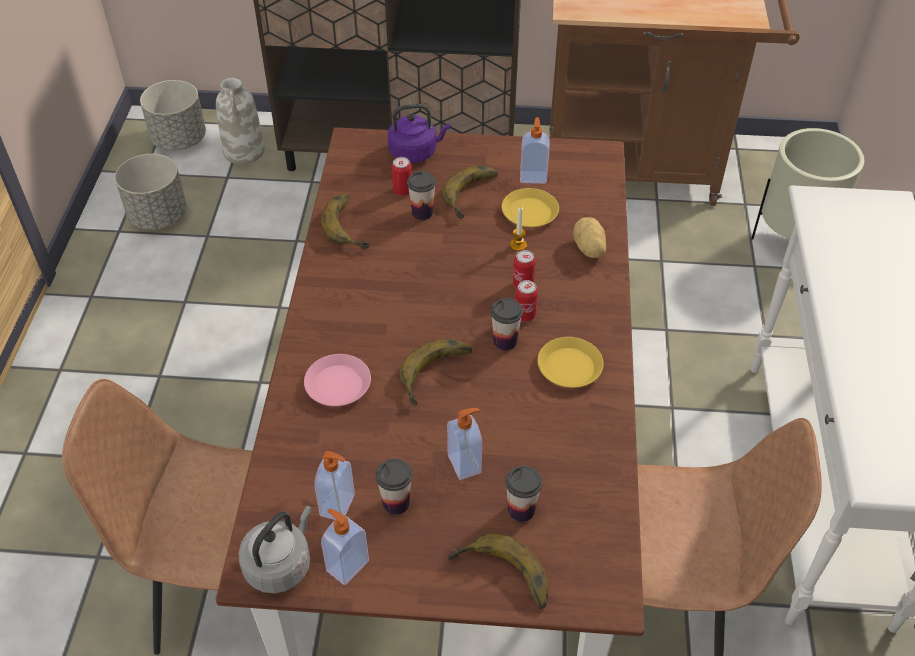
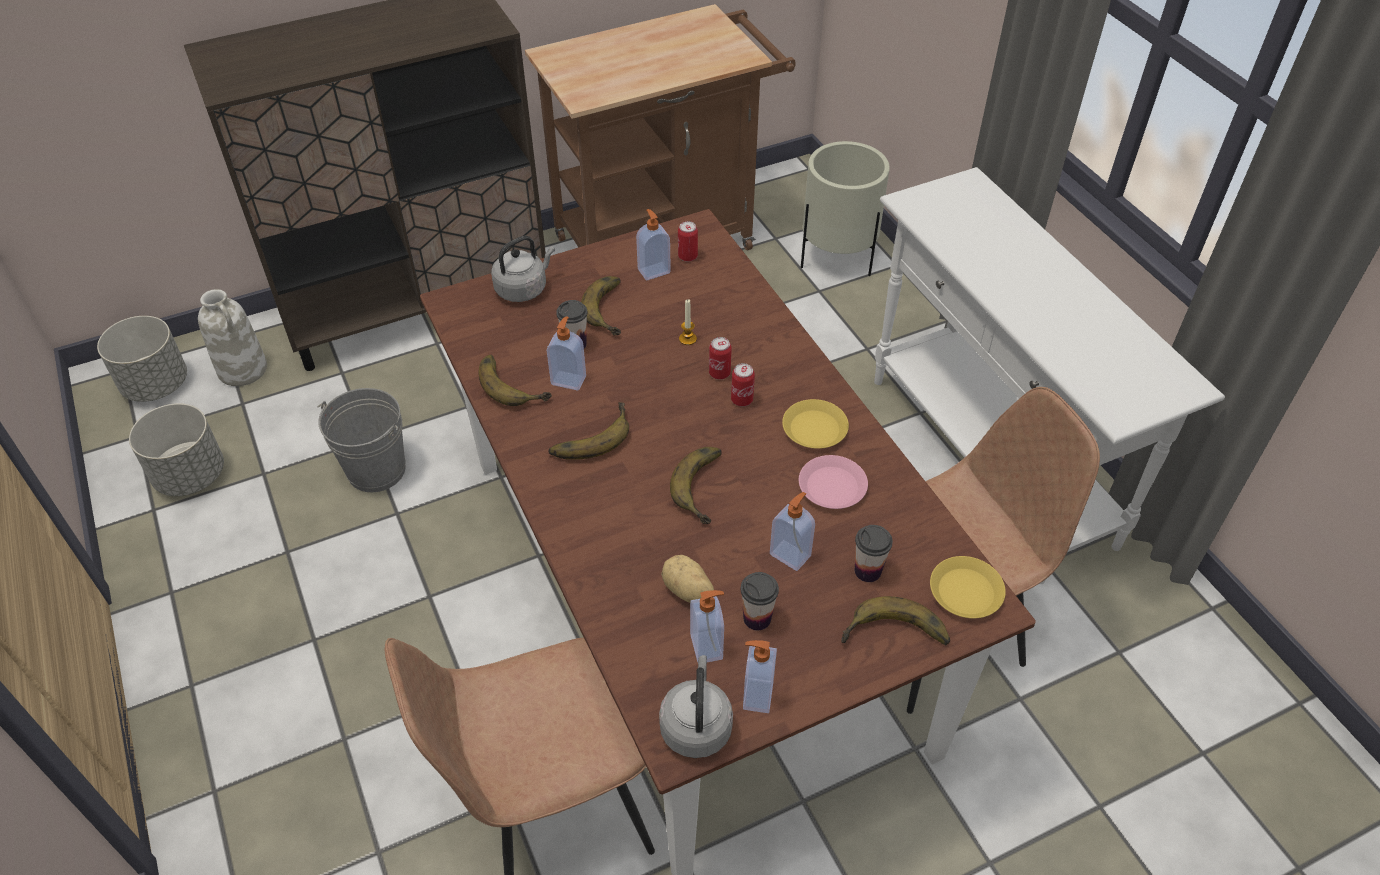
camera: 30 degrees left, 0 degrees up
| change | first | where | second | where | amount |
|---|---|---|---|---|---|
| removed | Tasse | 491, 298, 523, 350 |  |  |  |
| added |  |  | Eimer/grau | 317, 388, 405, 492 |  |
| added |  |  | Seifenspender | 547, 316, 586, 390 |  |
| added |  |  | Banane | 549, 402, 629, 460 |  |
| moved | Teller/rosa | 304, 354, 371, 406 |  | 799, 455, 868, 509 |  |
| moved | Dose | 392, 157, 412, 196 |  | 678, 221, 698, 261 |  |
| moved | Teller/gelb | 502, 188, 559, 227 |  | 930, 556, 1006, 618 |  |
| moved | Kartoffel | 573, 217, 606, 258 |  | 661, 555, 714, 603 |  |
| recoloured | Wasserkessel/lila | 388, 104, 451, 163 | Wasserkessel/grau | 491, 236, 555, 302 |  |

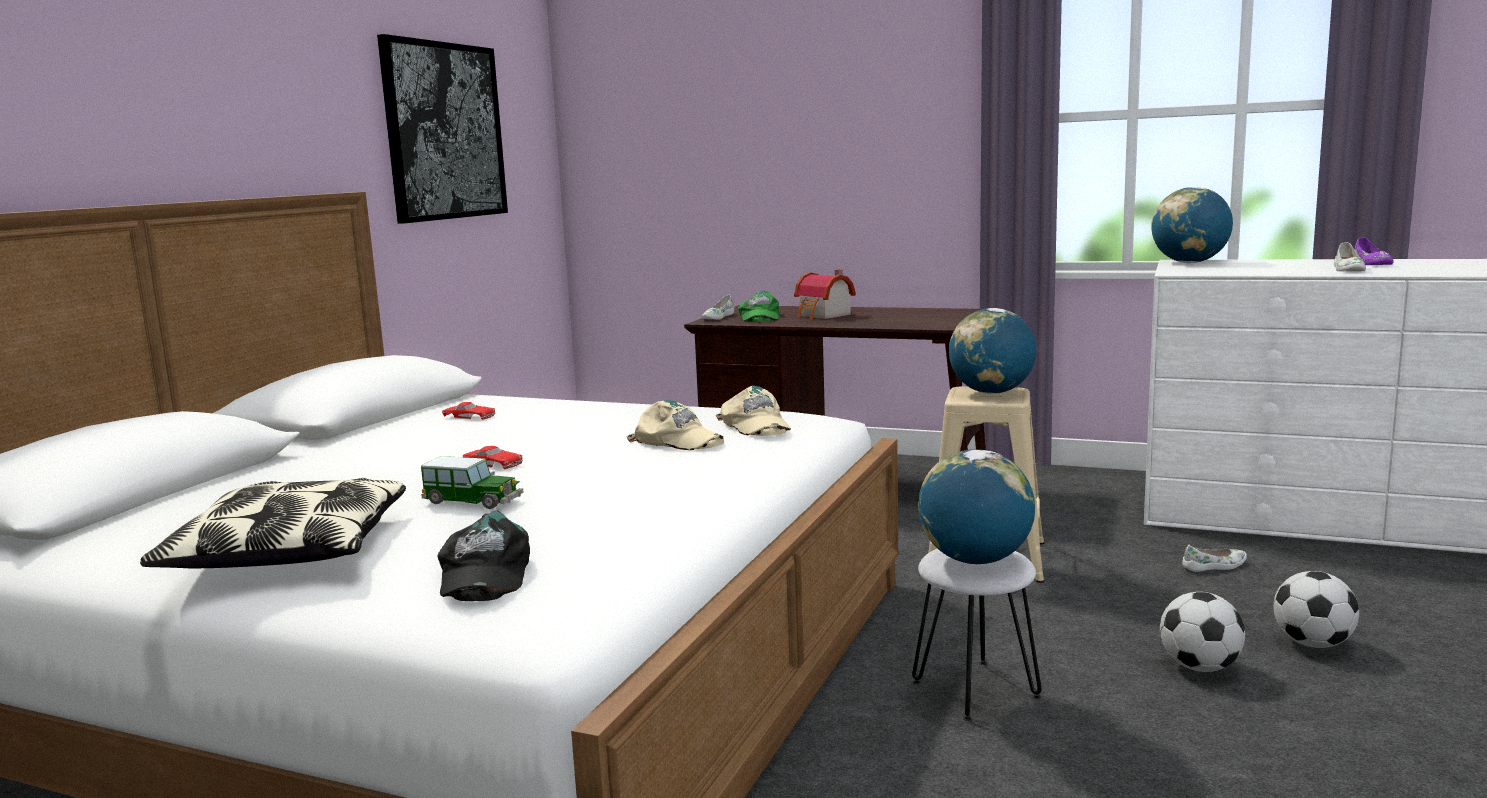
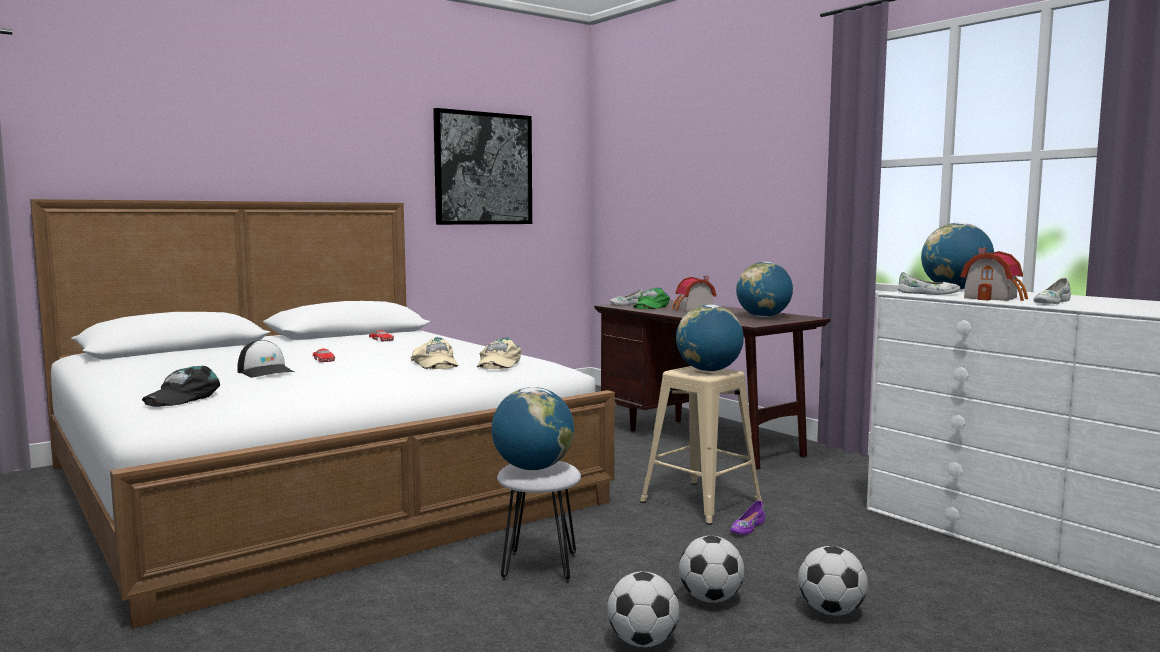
camera: 30 degrees right, 5 degrees down
| change | first | where | second | where | amount |
|---|---|---|---|---|---|
| removed | Kissen | 140, 478, 406, 569 |  |  |  |
| added |  |  | Fußball | 607, 572, 679, 647 |  |
| added |  |  | Globus | 736, 262, 793, 317 |  |
| added |  |  | Spielzeughaus | 961, 248, 1028, 301 |  |
| moved | Schuh/weiß | 1182, 545, 1247, 572 |  | 897, 272, 960, 295 |  |
| moved | Schuh/lila | 1354, 237, 1393, 265 |  | 730, 500, 765, 535 |  |
| replaced | Spielzeugauto | 421, 456, 524, 509 | Kappe | 237, 340, 294, 378 |  |

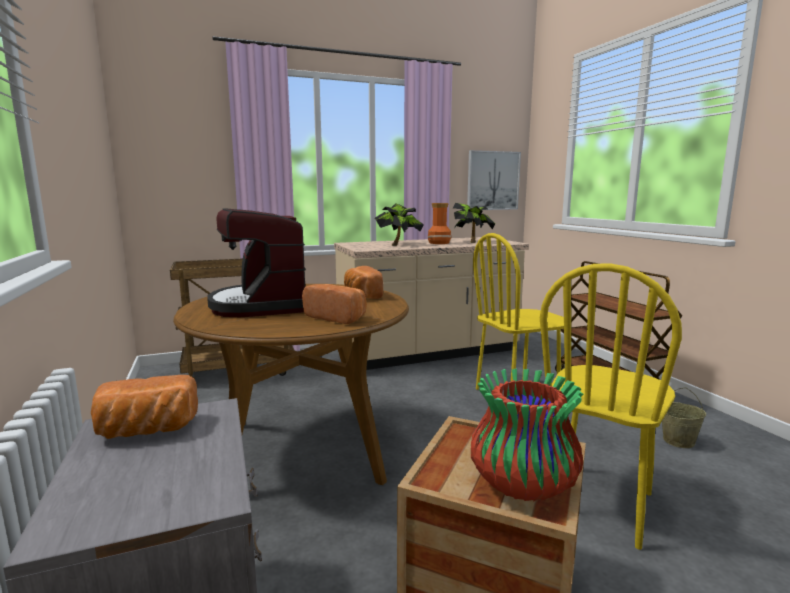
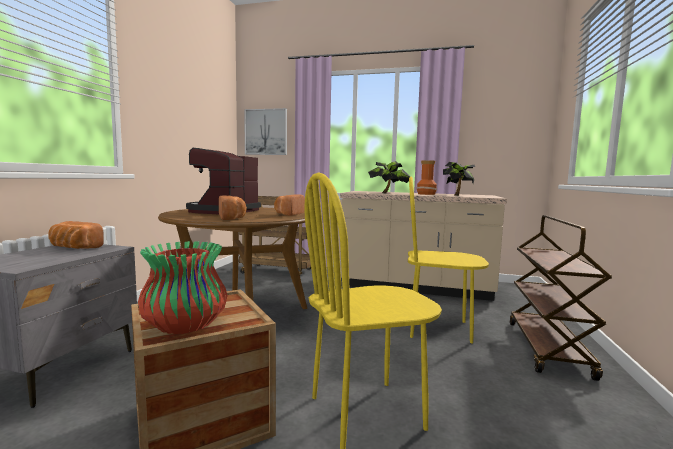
camera: 35 degrees right, 5 degrees down
| change | first | where | second | where | amount |
|---|---|---|---|---|---|
| removed | Eimer/beige | 662, 387, 706, 448 |  |  |  |
| moved | Bild | 467, 150, 521, 210 |  | 244, 108, 287, 155 |  |

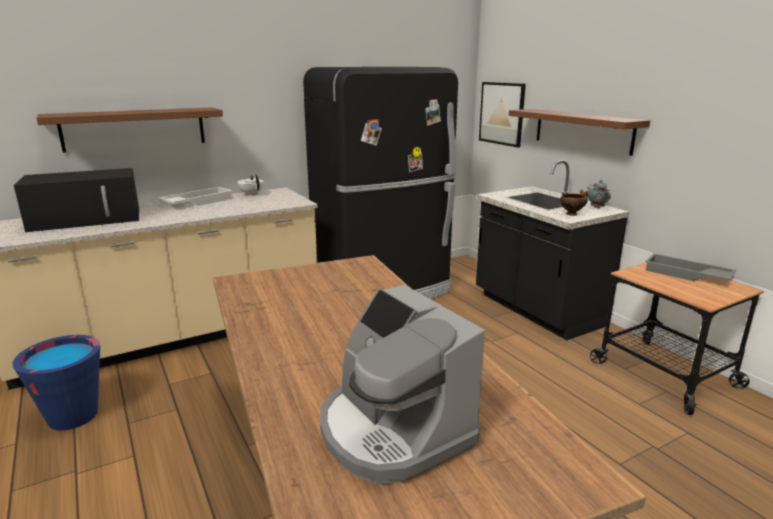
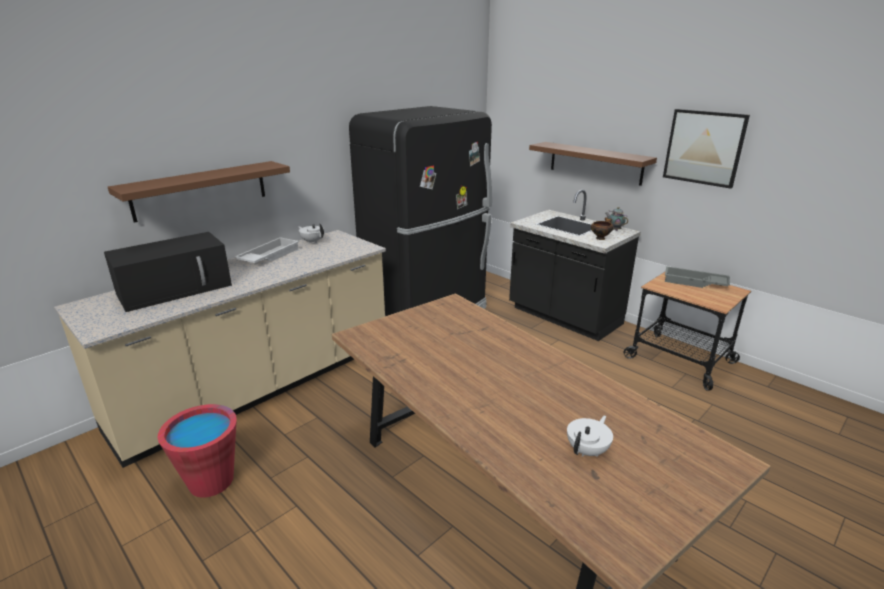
camera: 15 degrees left, 5 degrees up
| change | first | where | second | where | amount |
|---|---|---|---|---|---|
| moved | Bild | 479, 82, 526, 148 |  | 663, 109, 750, 189 |  |
| replaced | Kaffeemaschine | 320, 285, 485, 484 | Teekanne/weiß | 567, 416, 613, 457 |  |
| recoloured | Eimer/blau | 12, 335, 100, 431 | Eimer/rot | 158, 404, 237, 497 |  |

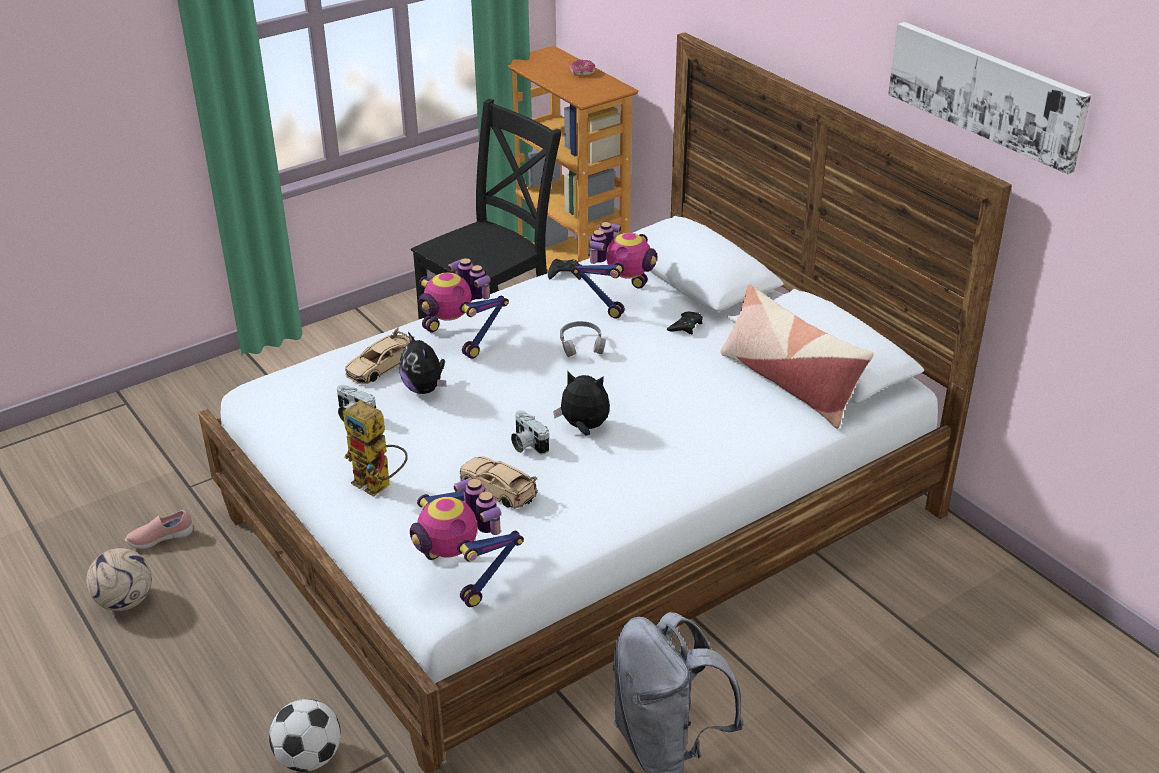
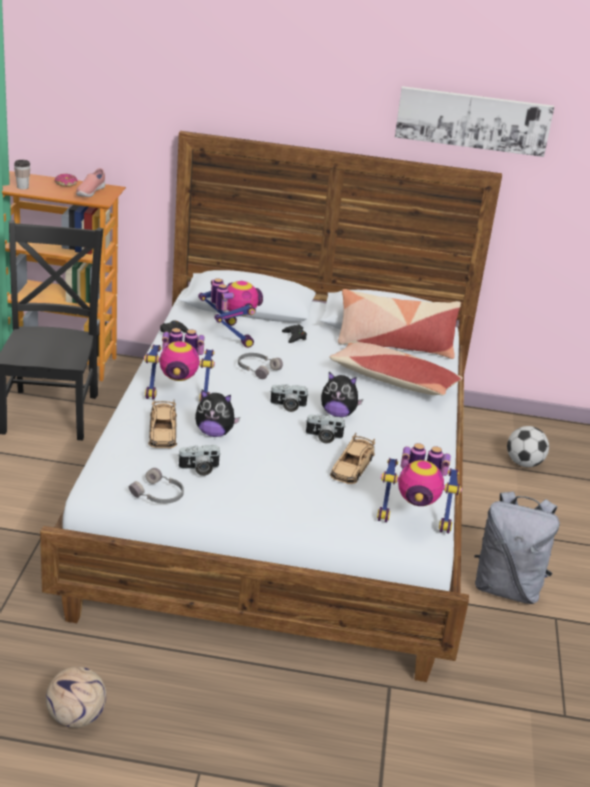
camera: 50 degrees left, 5 degrees down
| change | first | where | second | where | amount |
|---|---|---|---|---|---|
| removed | Spielzeugroboter | 343, 400, 408, 497 |  |  |  |
| added |  |  | Tasse | 14, 160, 30, 189 |  |
| added |  |  | Kopfhörer/grau | 129, 468, 184, 504 |  |
| added |  |  | Kamera | 270, 384, 309, 412 |  |
| added |  |  | Kissen | 329, 342, 463, 395 |  |
| moved | Schuh/rosa | 125, 510, 193, 549 |  | 76, 168, 105, 197 |  |
| moved | Fußball | 269, 699, 341, 772 |  | 507, 426, 549, 467 |  |
| turned | Spielzeugauto/beige | 460, 456, 538, 509 |  | 330, 433, 376, 484 | 60 degrees counterclockwise |
| turned | Plüschtier | 553, 370, 610, 435 |  | 321, 372, 363, 417 | 135 degrees counterclockwise |

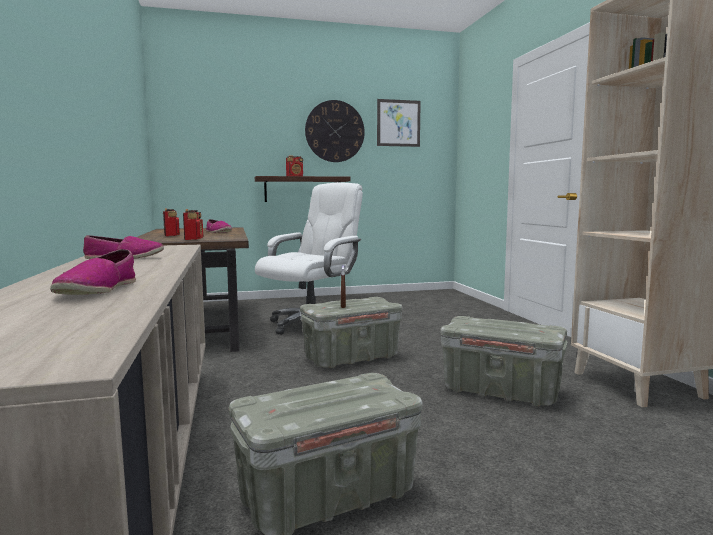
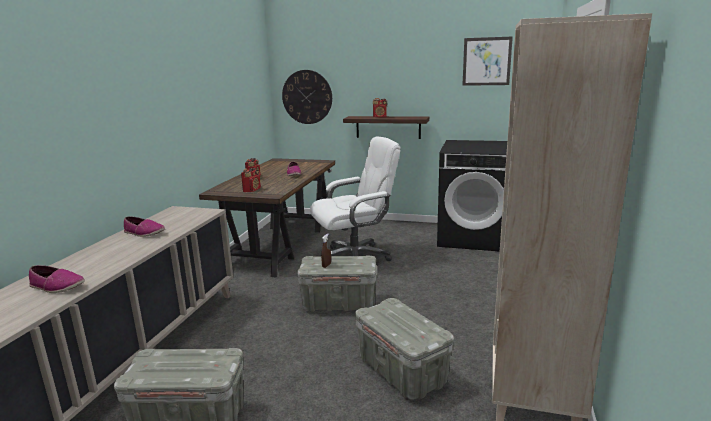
camera: 30 degrees right, 10 degrees up
| change | first | where | second | where | amount |
|---|---|---|---|---|---|
| added |  |  | Waschmaschine/schwarz | 437, 140, 507, 252 |  |
| moved | Wanduhr | 305, 100, 365, 162 |  | 282, 70, 332, 124 |  |
| turned | Schuh | 50, 249, 136, 295 |  | 29, 265, 85, 293 | 105 degrees counterclockwise |

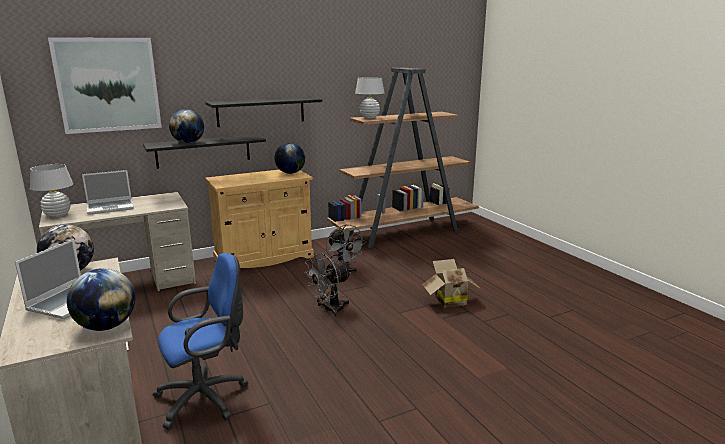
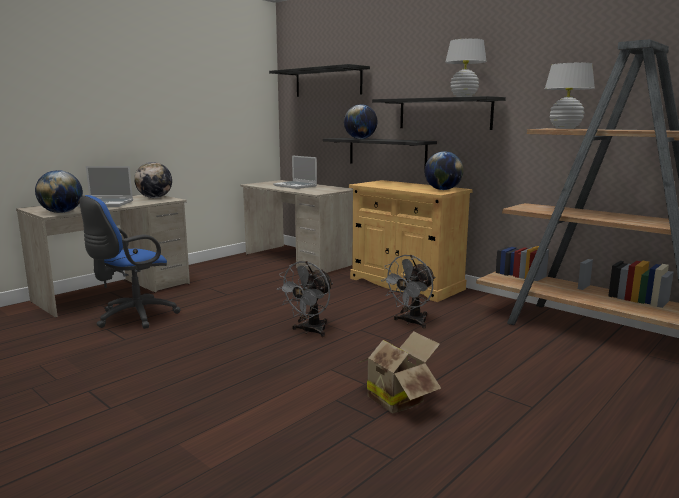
camera: 70 degrees right, 5 degrees down
| change | first | where | second | where | amount |
|---|---|---|---|---|---|
| moved | Tischlampe/weiß | 30, 164, 73, 218 |  | 445, 38, 487, 97 |  |
| replaced | Bild | 48, 37, 162, 134 | Wandregal/schwarz | 269, 64, 370, 97 |  |
| turned | Bürostuhl/blau | 153, 253, 248, 430 |  | 80, 195, 180, 329 | 90 degrees clockwise |
| turned | Ventilator/grau | 304, 253, 351, 317 |  | 277, 261, 333, 337 | 90 degrees counterclockwise |

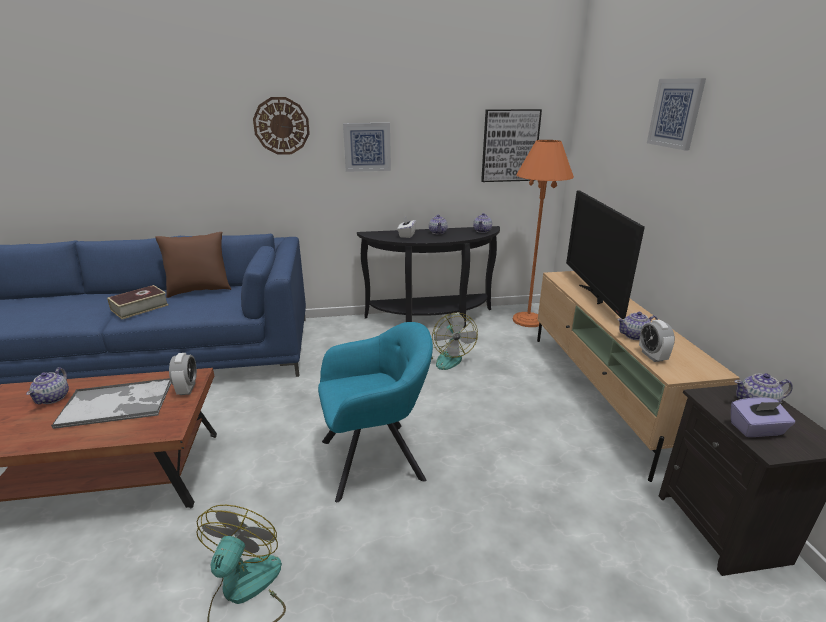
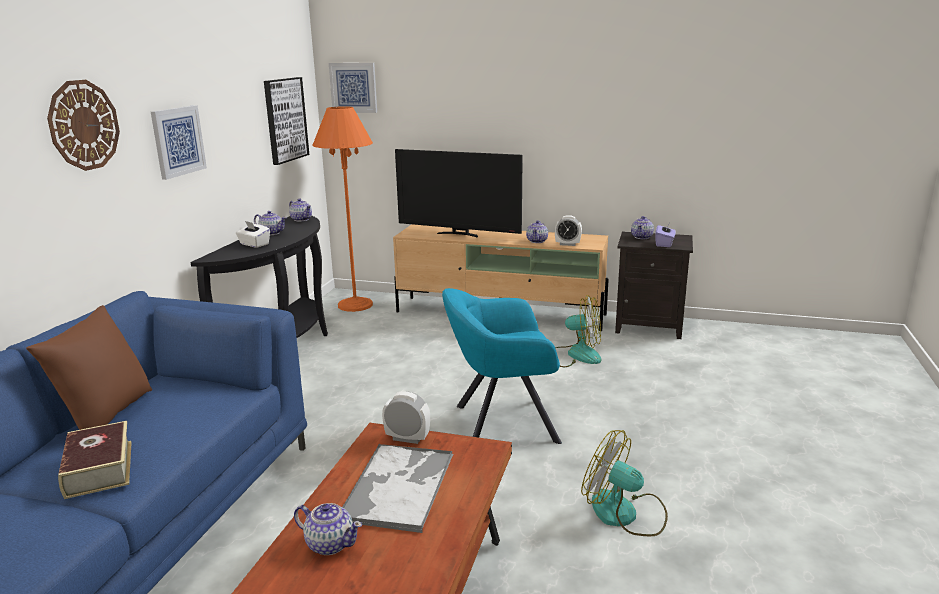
camera: 65 degrees left, 5 degrees down
| change | first | where | second | where | amount |
|---|---|---|---|---|---|
| moved | Ventilator | 431, 313, 478, 370 |  | 555, 295, 601, 367 |  |
| moved | Bild | 647, 78, 706, 150 |  | 329, 63, 377, 113 |  |
| turned | Sessel/türkis | 318, 322, 433, 502 |  | 442, 288, 562, 444 | 105 degrees counterclockwise |

